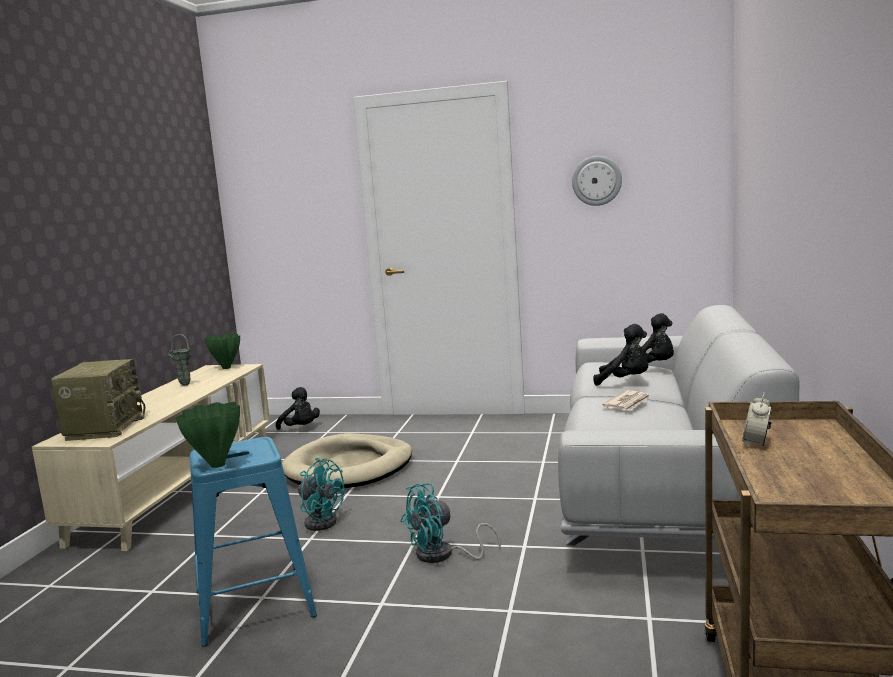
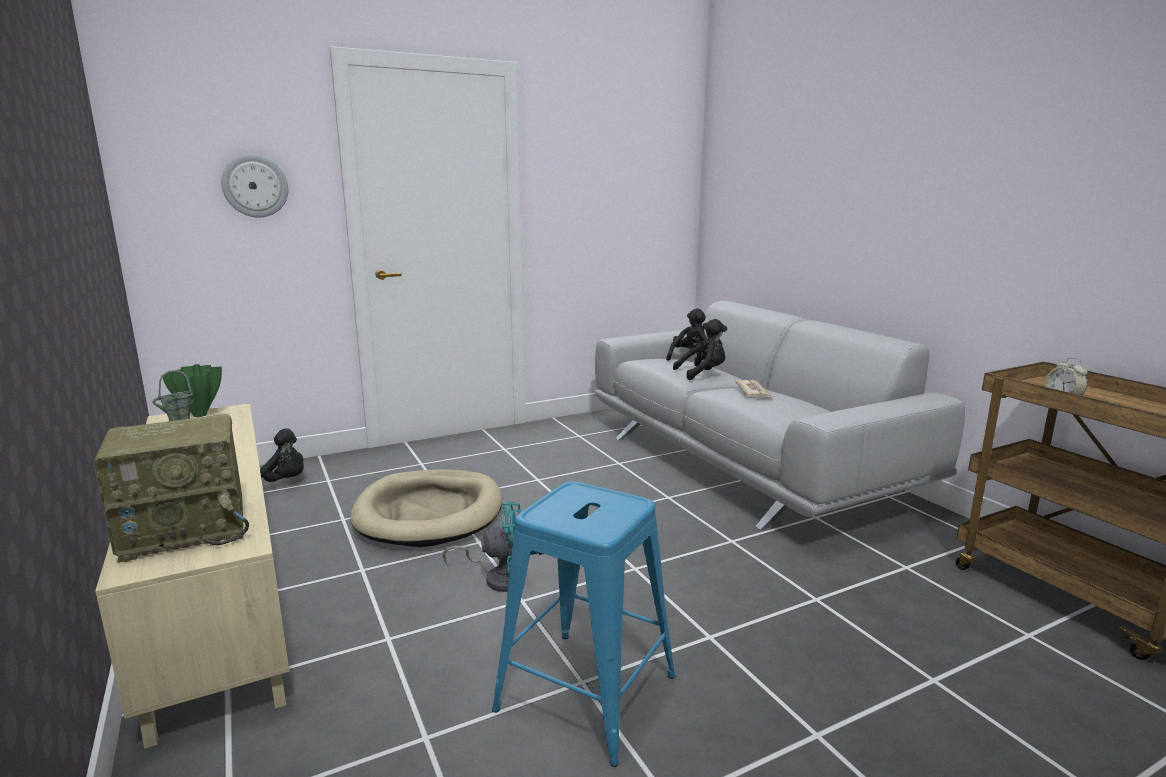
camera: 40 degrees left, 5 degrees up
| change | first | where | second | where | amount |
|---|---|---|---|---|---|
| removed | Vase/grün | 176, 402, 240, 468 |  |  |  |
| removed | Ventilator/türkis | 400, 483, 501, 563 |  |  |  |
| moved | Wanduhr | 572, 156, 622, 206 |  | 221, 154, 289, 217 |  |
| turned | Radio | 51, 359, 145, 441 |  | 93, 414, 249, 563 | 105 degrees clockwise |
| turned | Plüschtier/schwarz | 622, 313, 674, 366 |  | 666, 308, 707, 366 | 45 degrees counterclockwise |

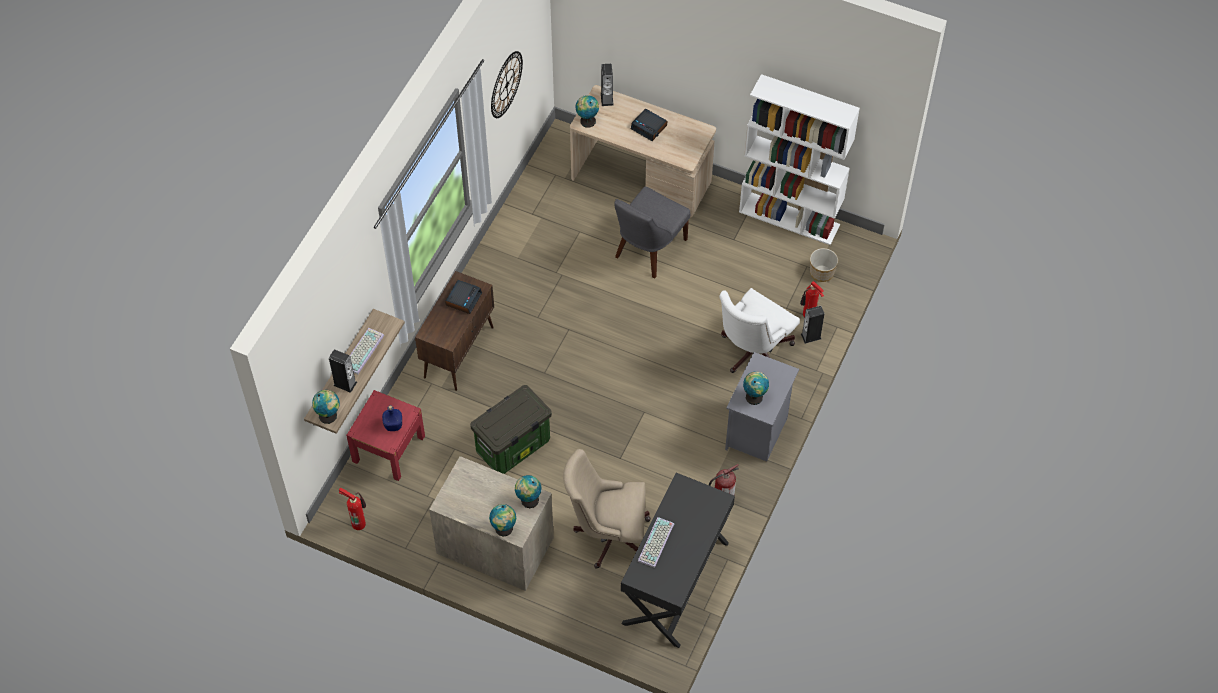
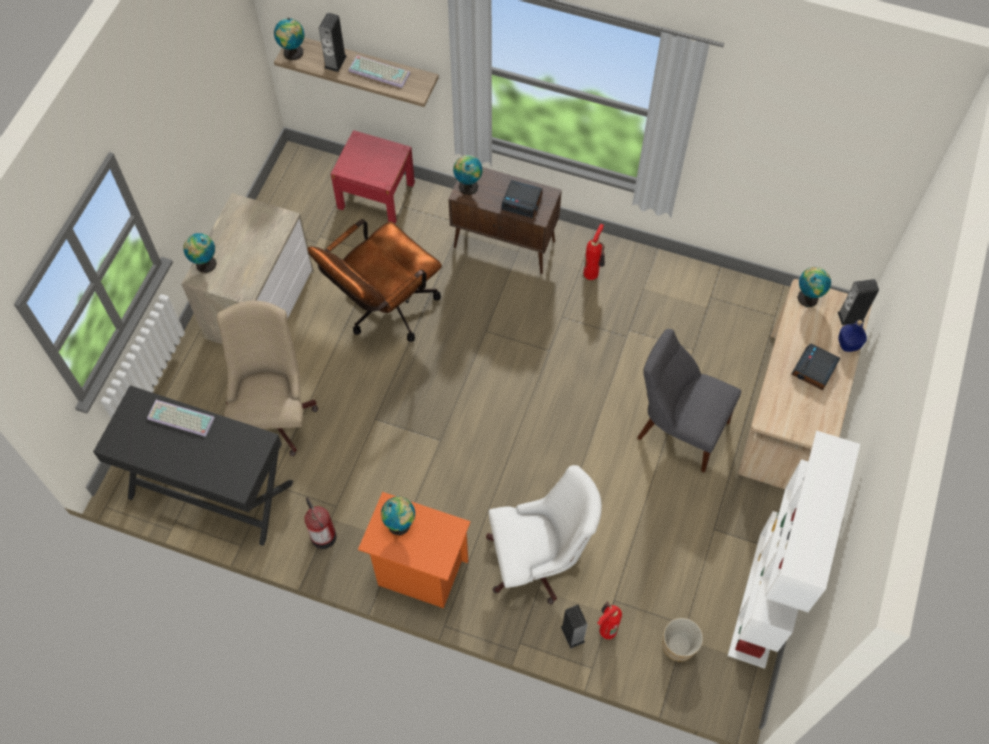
camera: 85 degrees right, 5 degrees up
| change | first | where | second | where | amount |
|---|---|---|---|---|---|
| removed | Wanduhr | 491, 51, 523, 118 |  |  |  |
| moved | Feuerlöscher | 339, 488, 366, 530 |  | 583, 224, 605, 280 |  |
| moved | Flasche/blau | 382, 405, 402, 431 |  | 838, 320, 867, 352 |  |
| moved | Globus | 515, 475, 541, 508 |  | 453, 155, 483, 195 |  |
| replaced | Aufbewahrungsbox | 470, 385, 552, 474 | Bürostuhl/braun | 307, 219, 442, 342 |  |
| recoloured | Nachttisch/grau | 725, 352, 799, 461 | Nachttisch/orange | 358, 492, 470, 608 |  |
| turned | Bürostuhl/weiß | 719, 288, 800, 373 |  | 486, 465, 602, 605 | 135 degrees clockwise |

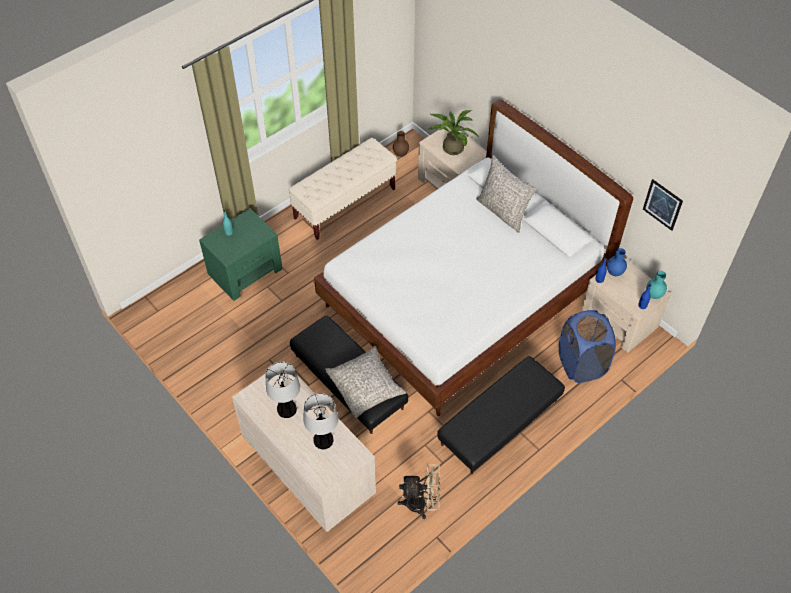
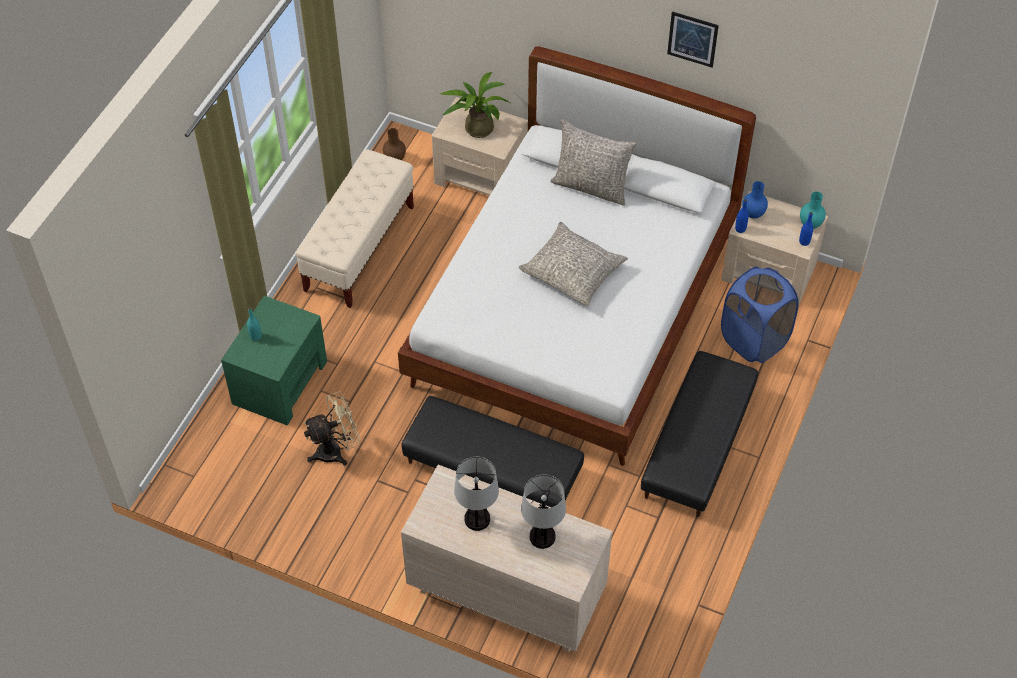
camera: 25 degrees left, 0 degrees up
| change | first | where | second | where | amount |
|---|---|---|---|---|---|
| moved | Kissen/grau | 325, 346, 406, 419 |  | 519, 222, 628, 306 |  |
| moved | Ventilator/beige | 397, 463, 440, 519 |  | 303, 391, 360, 465 |  |
| moved | Bild | 643, 179, 683, 231 |  | 667, 11, 719, 68 |  |

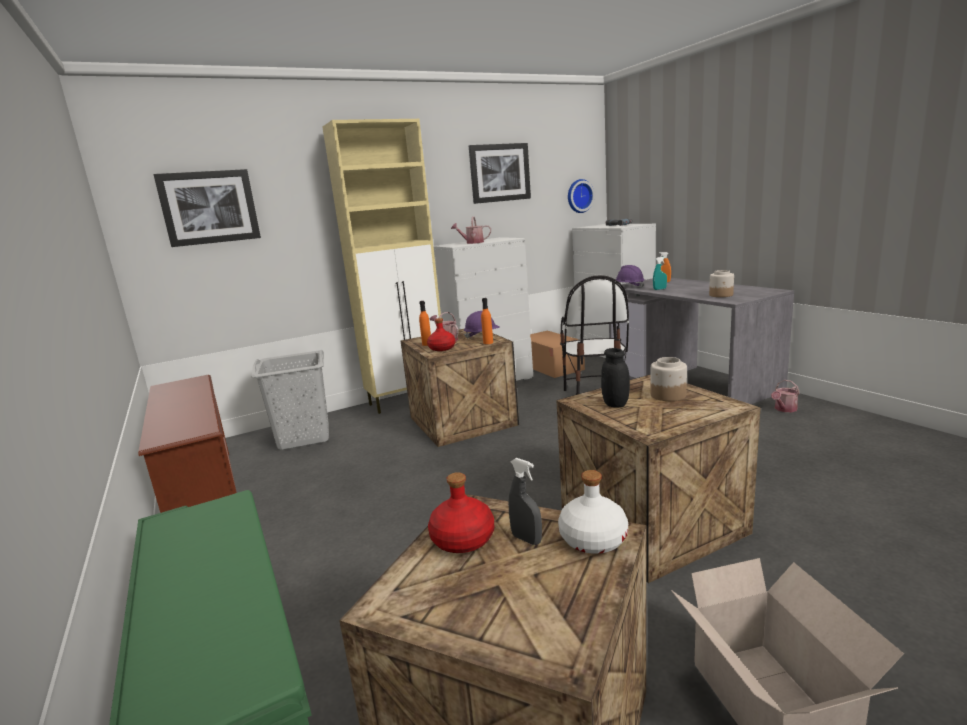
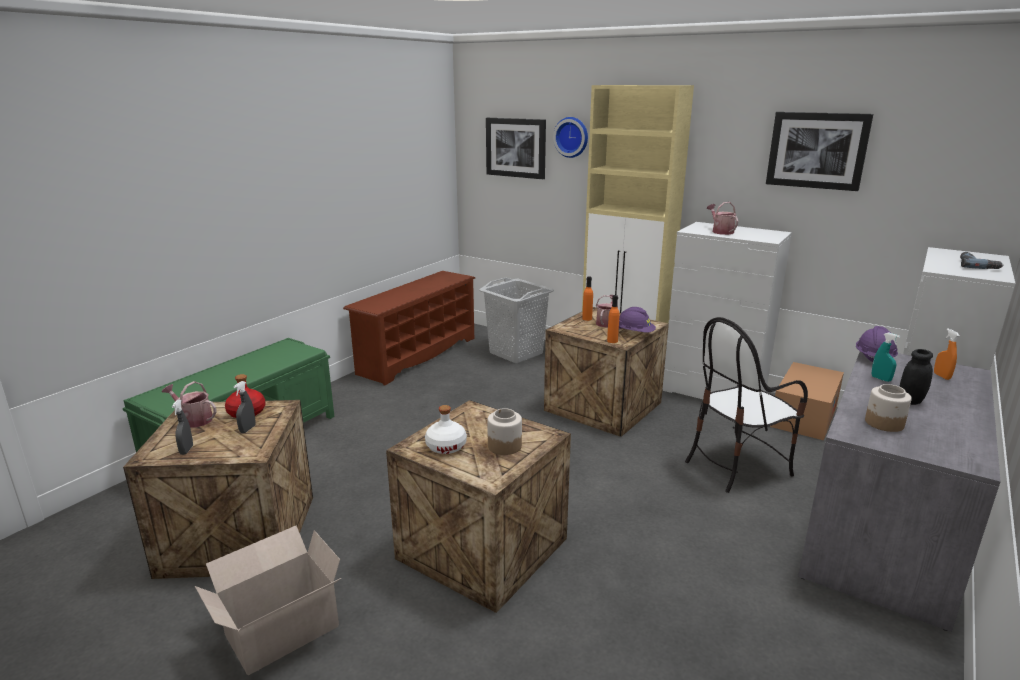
camera: 60 degrees right, 5 degrees up
| change | first | where | second | where | amount |
|---|---|---|---|---|---|
| removed | Flasche/rot | 427, 318, 456, 351 |  |  |  |
| added |  |  | Sprühflasche/grau | 172, 399, 193, 455 |  |
| moved | Flasche/weiß | 558, 470, 628, 554 |  | 425, 405, 467, 454 |  |
| moved | Wanduhr | 568, 179, 595, 213 |  | 553, 117, 588, 158 |  |
| moved | Vorratsglas/schwarz | 601, 348, 630, 408 |  | 900, 349, 933, 405 |  |
| moved | Gießkanne | 771, 380, 800, 412 |  | 162, 381, 217, 428 |  |

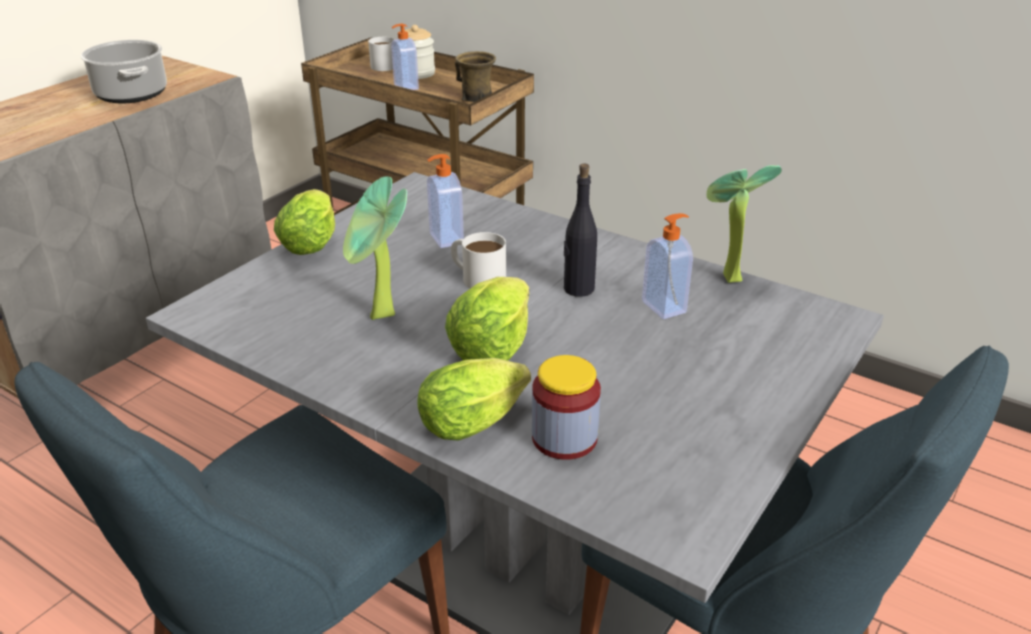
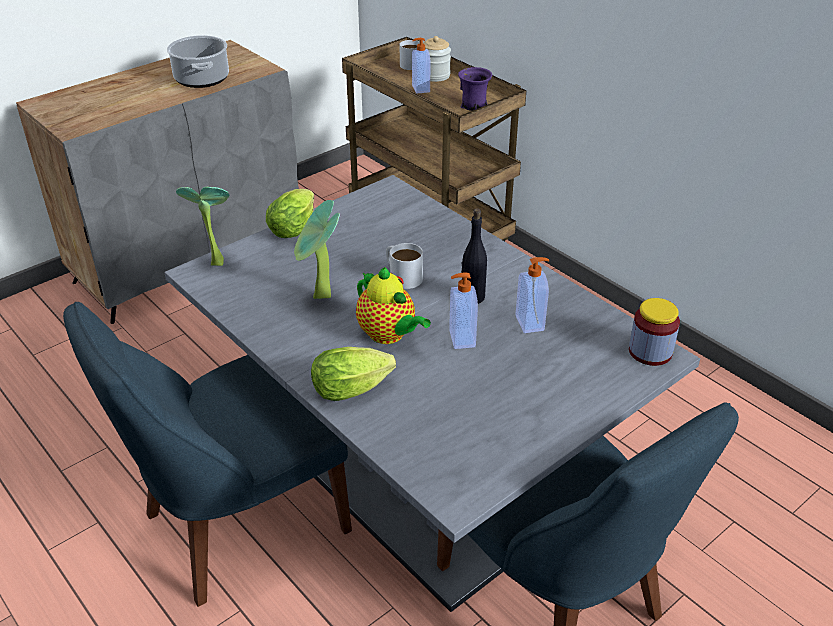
camera: 15 degrees right, 5 degrees up
| change | first | where | second | where | amount |
|---|---|---|---|---|---|
| moved | Seifenspender | 427, 154, 464, 248 |  | 449, 273, 478, 349 |  |
| moved | Vorratsglas | 532, 355, 601, 460 |  | 629, 298, 680, 366 |  |
| moved | Topfpflanze | 706, 165, 782, 283 |  | 176, 187, 229, 266 |  |
| replaced | Salatkopf | 445, 277, 529, 361 | Teekanne | 356, 267, 431, 344 |  |
| recoloured | Henkelbecher/braun | 455, 51, 496, 102 | Henkelbecher/lila | 458, 67, 492, 111 |  |

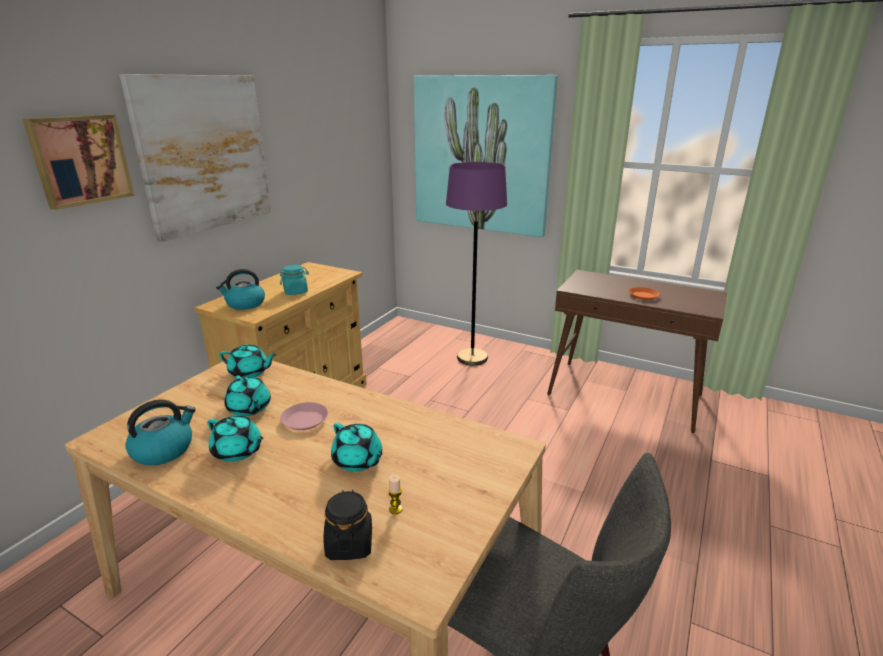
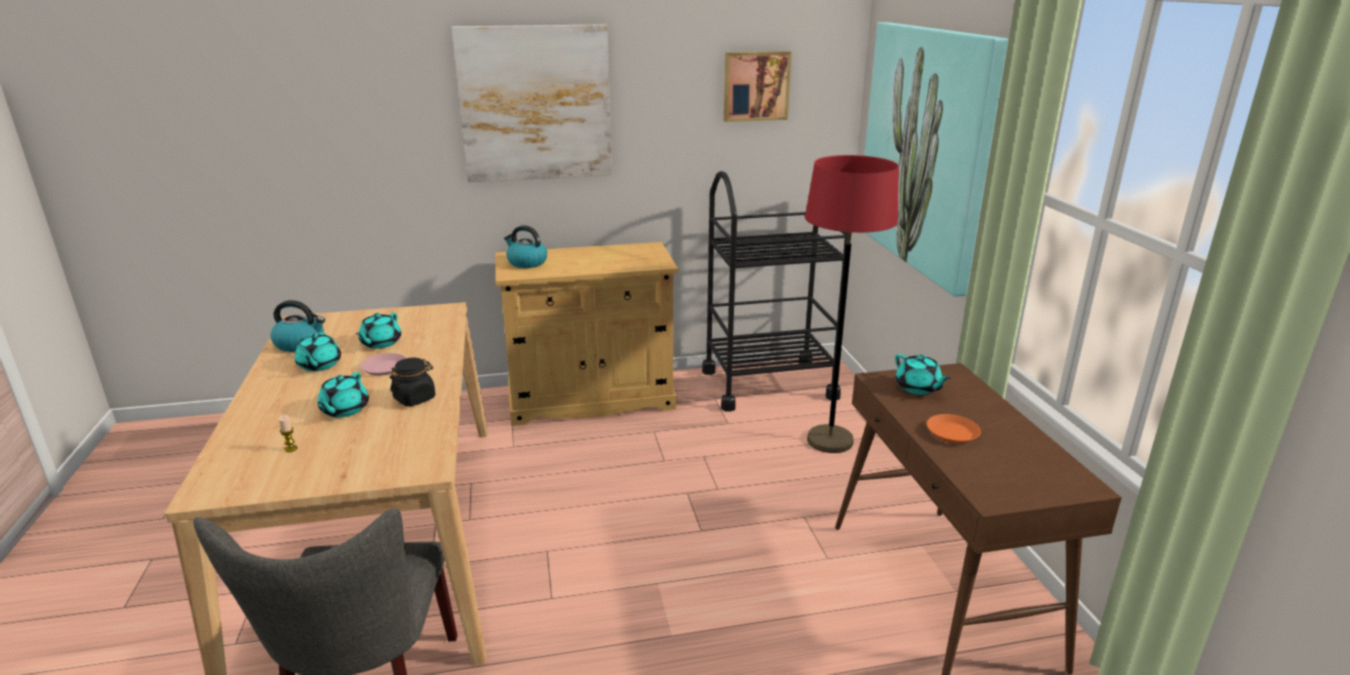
camera: 50 degrees right, 0 degrees up
| change | first | where | second | where | amount |
|---|---|---|---|---|---|
| removed | Vorratsglas/türkis | 280, 265, 309, 295 |  |  |  |
| added |  |  | Rollwagen/schwarz | 702, 171, 848, 412 |  |
| moved | Bild | 23, 114, 134, 210 |  | 724, 51, 792, 122 |  |
| moved | Teekanne/türkis | 219, 344, 277, 378 |  | 895, 354, 951, 395 |  |
| moved | Vorratsglas/schwarz | 323, 490, 372, 560 |  | 390, 358, 436, 406 |  |
| recoloured | Stehlampe/lila | 446, 162, 507, 365 | Stehlampe/rot | 805, 155, 899, 453 |  |

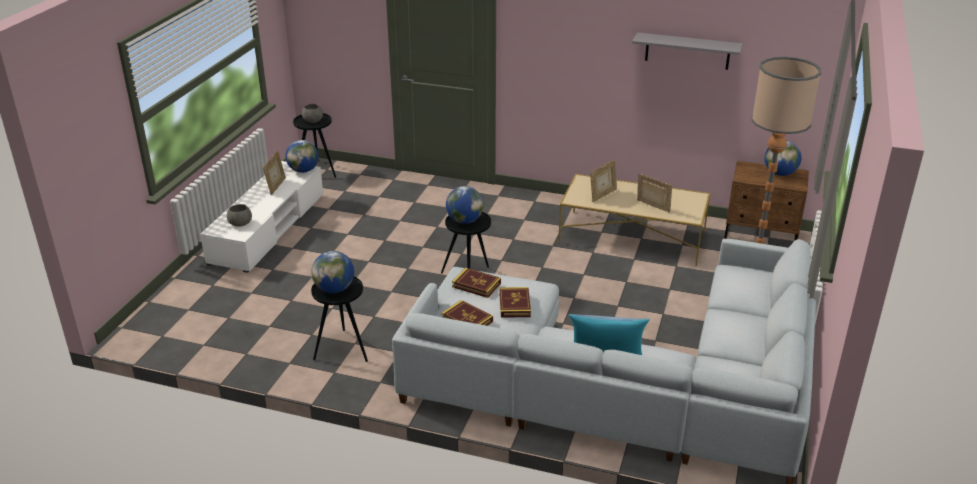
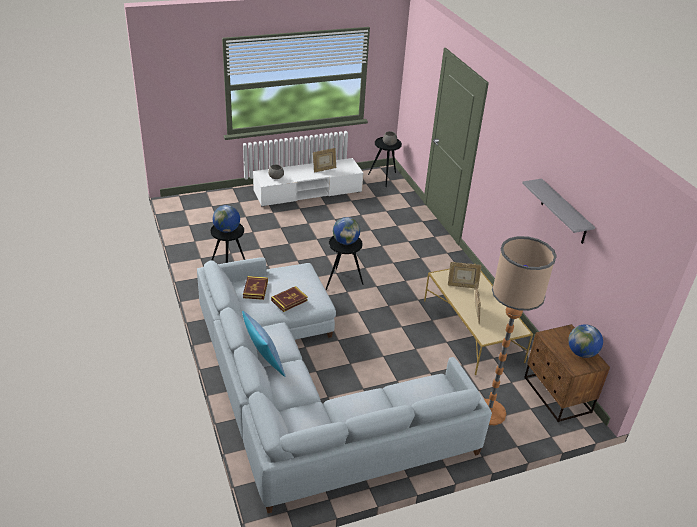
camera: 50 degrees right, 5 degrees up
| change | first | where | second | where | amount |
|---|---|---|---|---|---|
| removed | Globus | 285, 140, 319, 173 |  |  |  |
| removed | Buch | 452, 268, 501, 298 |  |  |  |

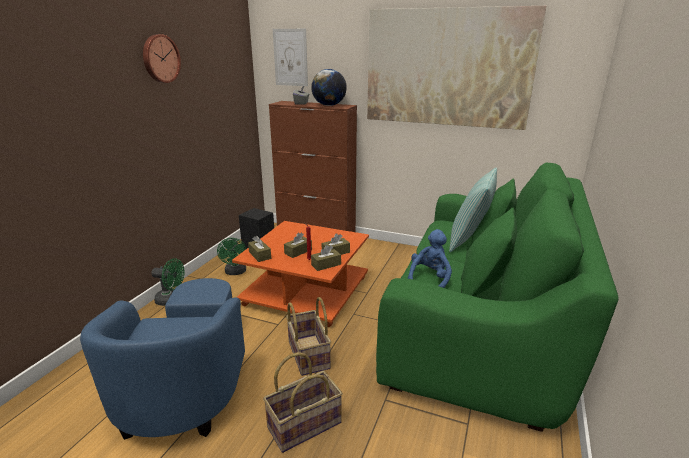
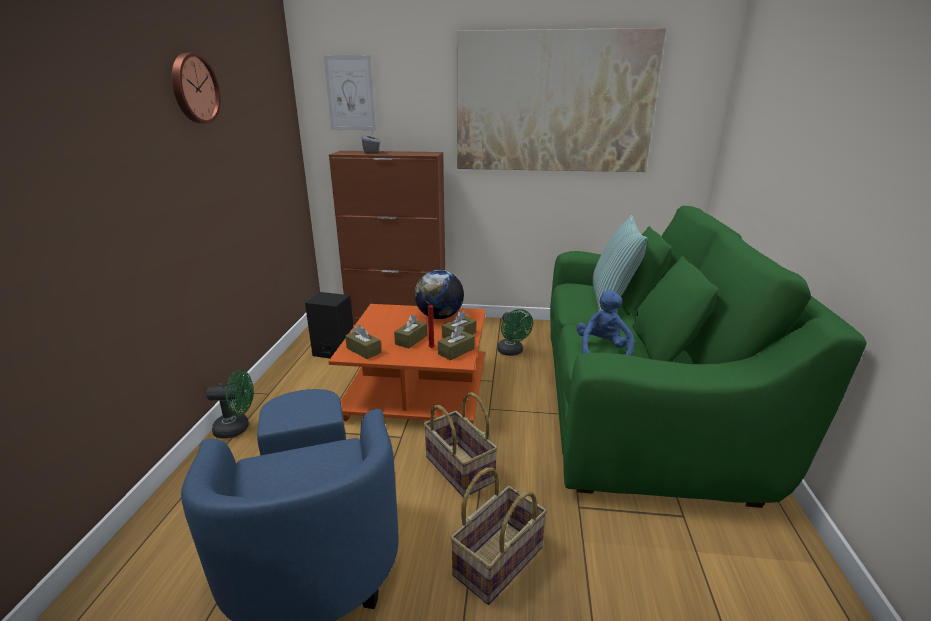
camera: 15 degrees left, 0 degrees up
| change | first | where | second | where | amount |
|---|---|---|---|---|---|
| moved | Ventilator/grün | 217, 238, 246, 275 |  | 497, 309, 533, 356 |  |
| moved | Globus | 311, 69, 347, 106 |  | 414, 270, 464, 319 |  |

